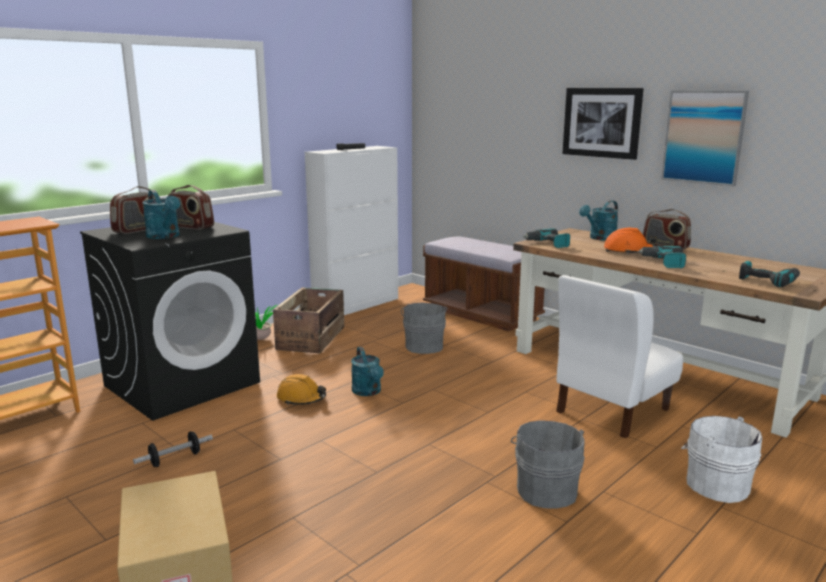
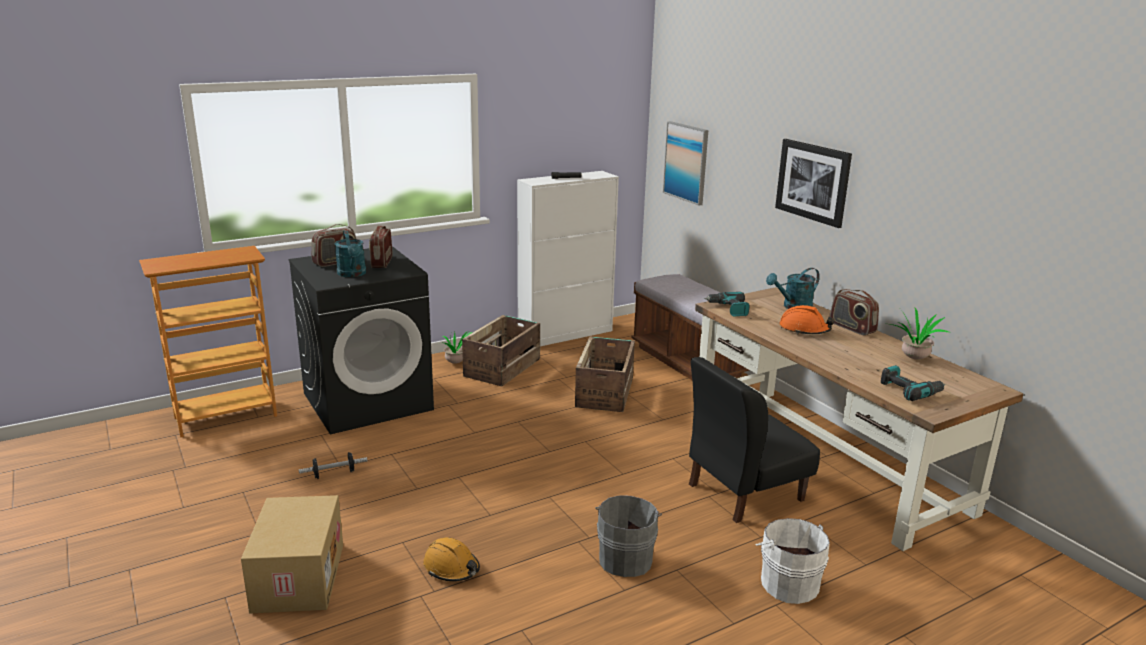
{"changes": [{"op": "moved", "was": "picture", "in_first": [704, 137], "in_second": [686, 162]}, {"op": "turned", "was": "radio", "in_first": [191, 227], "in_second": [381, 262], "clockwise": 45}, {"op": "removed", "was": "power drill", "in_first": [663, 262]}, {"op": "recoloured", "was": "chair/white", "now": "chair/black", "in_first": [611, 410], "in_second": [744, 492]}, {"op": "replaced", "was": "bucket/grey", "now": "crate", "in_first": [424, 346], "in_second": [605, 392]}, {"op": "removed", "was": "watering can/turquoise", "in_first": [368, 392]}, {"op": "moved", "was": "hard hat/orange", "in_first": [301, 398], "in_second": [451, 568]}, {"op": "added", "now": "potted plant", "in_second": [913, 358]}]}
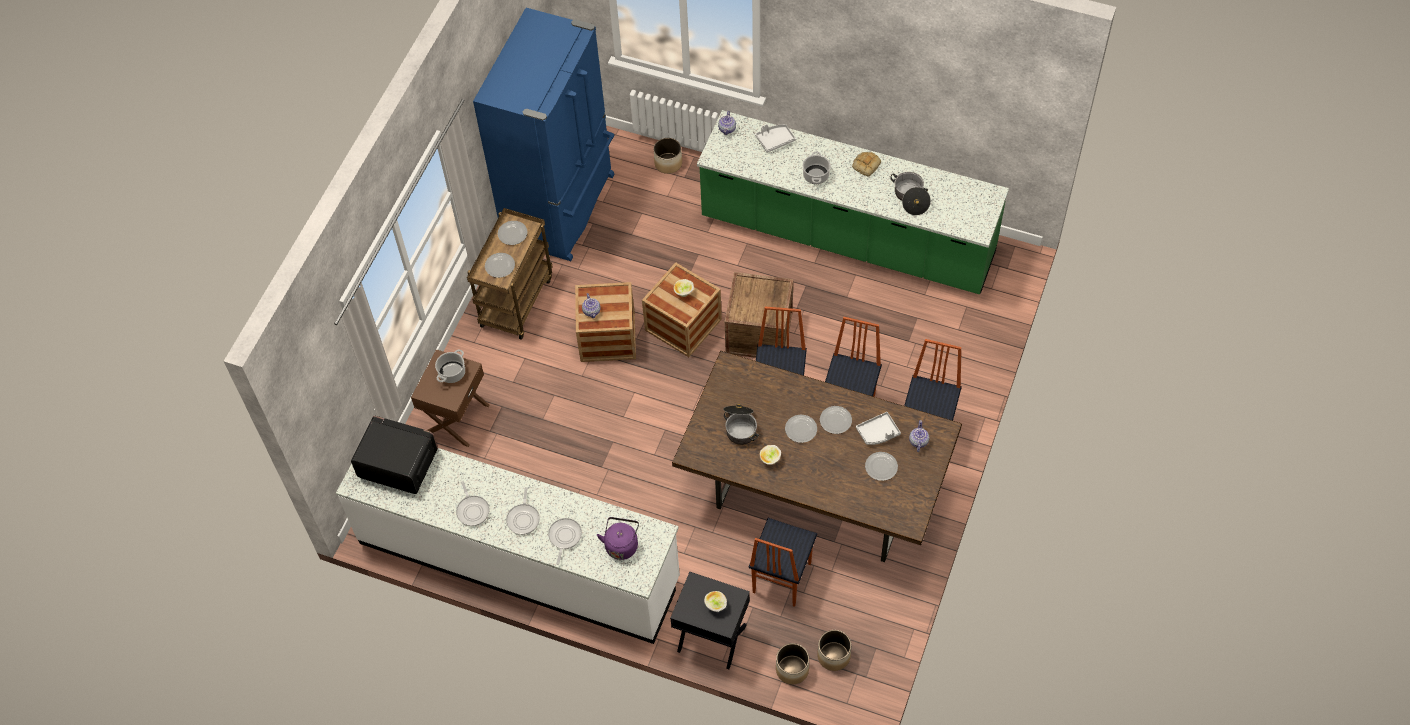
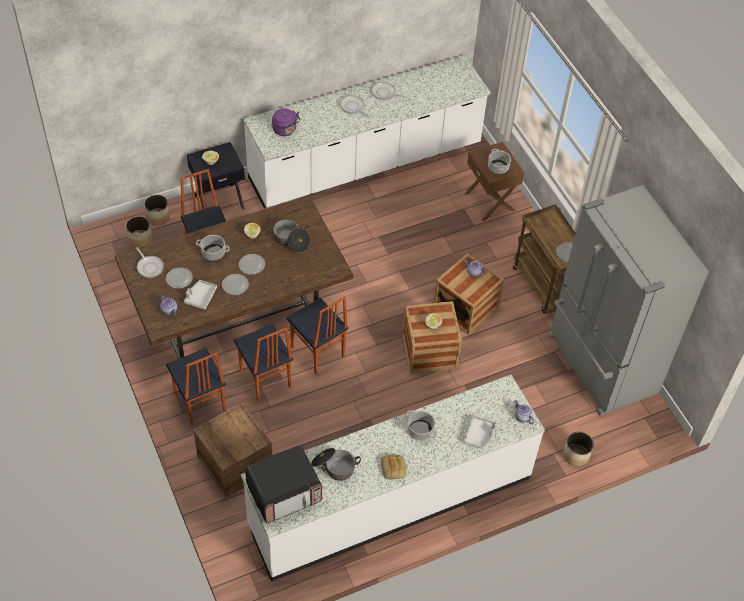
{"changes": [{"op": "recoloured", "was": "fridge/blue", "now": "fridge/grey", "in_first": [562, 208], "in_second": [599, 365]}, {"op": "recoloured", "was": "counter/green", "now": "counter/white", "in_first": [847, 237], "in_second": [390, 501]}, {"op": "removed", "was": "plate", "in_first": [499, 265]}, {"op": "moved", "was": "crate", "in_first": [759, 332], "in_second": [235, 463]}, {"op": "moved", "was": "microwave", "in_first": [397, 464], "in_second": [284, 493]}, {"op": "moved", "was": "frying pan", "in_first": [564, 537], "in_second": [149, 266]}, {"op": "added", "now": "cooking pot", "in_second": [213, 253]}]}
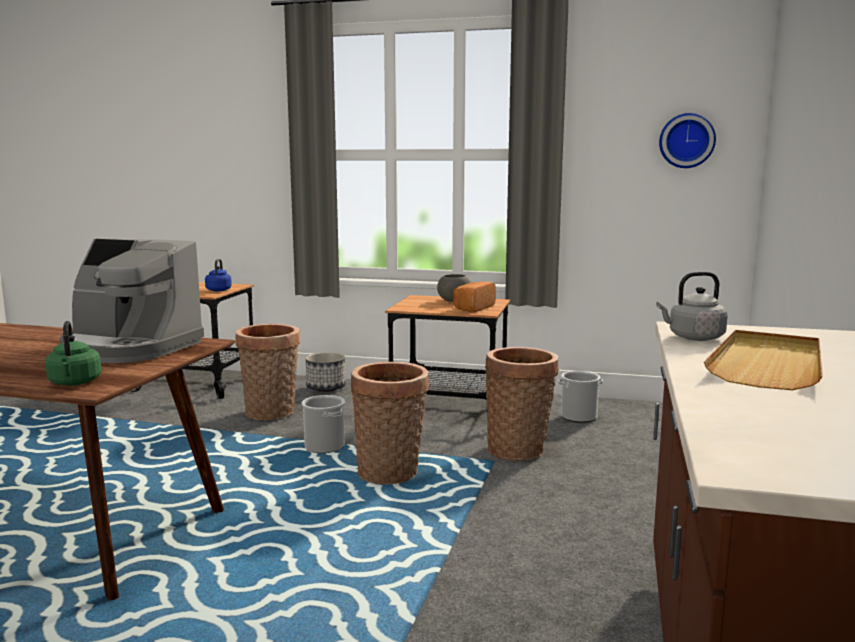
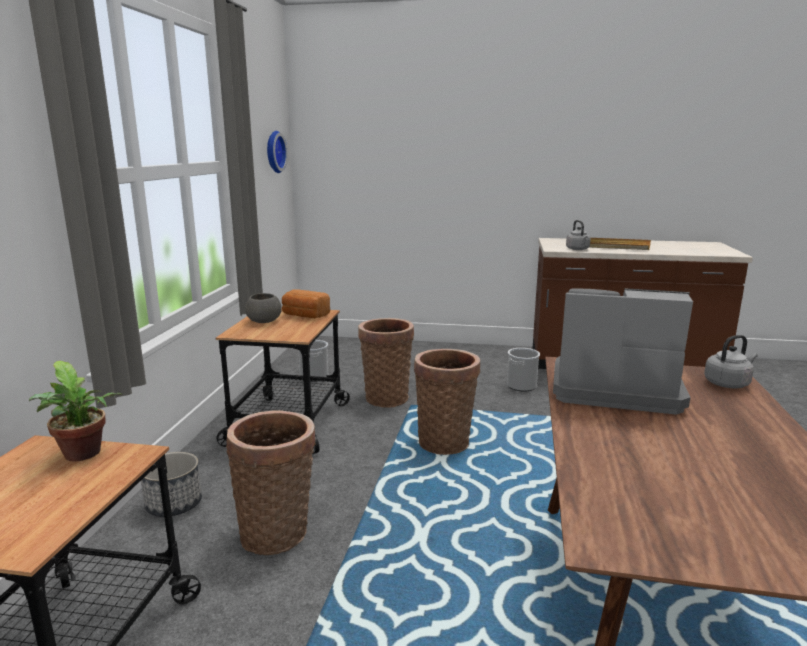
{"changes": [{"op": "turned", "was": "coffee machine", "in_first": [130, 348], "in_second": [612, 388], "clockwise": -90}, {"op": "replaced", "was": "kettle/blue", "now": "potted plant", "in_first": [219, 290], "in_second": [83, 455]}, {"op": "recoloured", "was": "kettle/green", "now": "kettle/grey", "in_first": [74, 383], "in_second": [728, 383]}, {"op": "moved", "was": "bucket", "in_first": [324, 447], "in_second": [521, 386]}]}
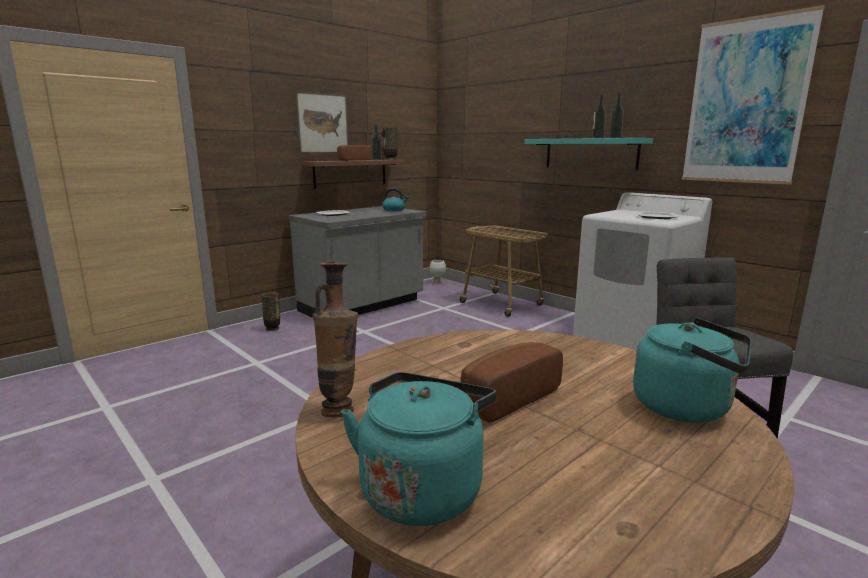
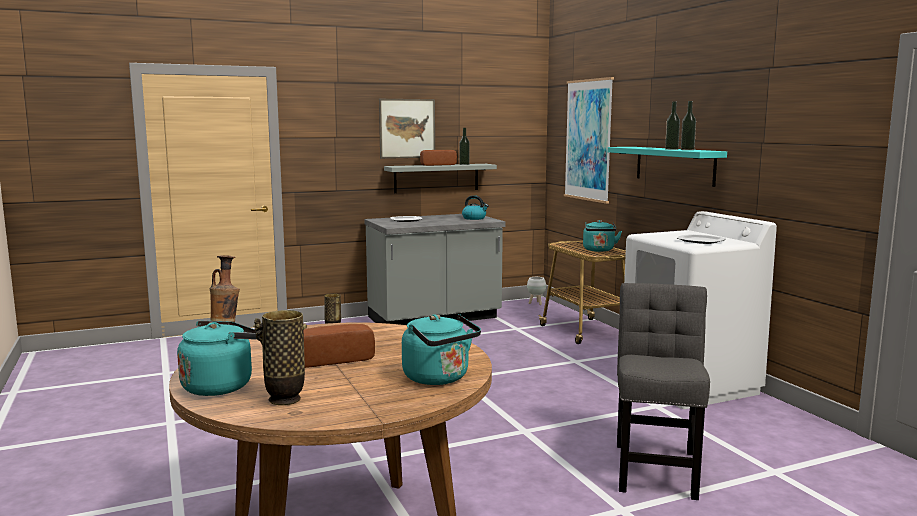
{"changes": [{"op": "moved", "was": "picture", "in_first": [746, 102], "in_second": [588, 140]}, {"op": "moved", "was": "vase", "in_first": [390, 159], "in_second": [284, 399]}, {"op": "recoloured", "was": "shelf/brown", "now": "shelf/grey", "in_first": [350, 173], "in_second": [436, 178]}, {"op": "added", "now": "kettle/turquoise", "in_second": [599, 250]}]}
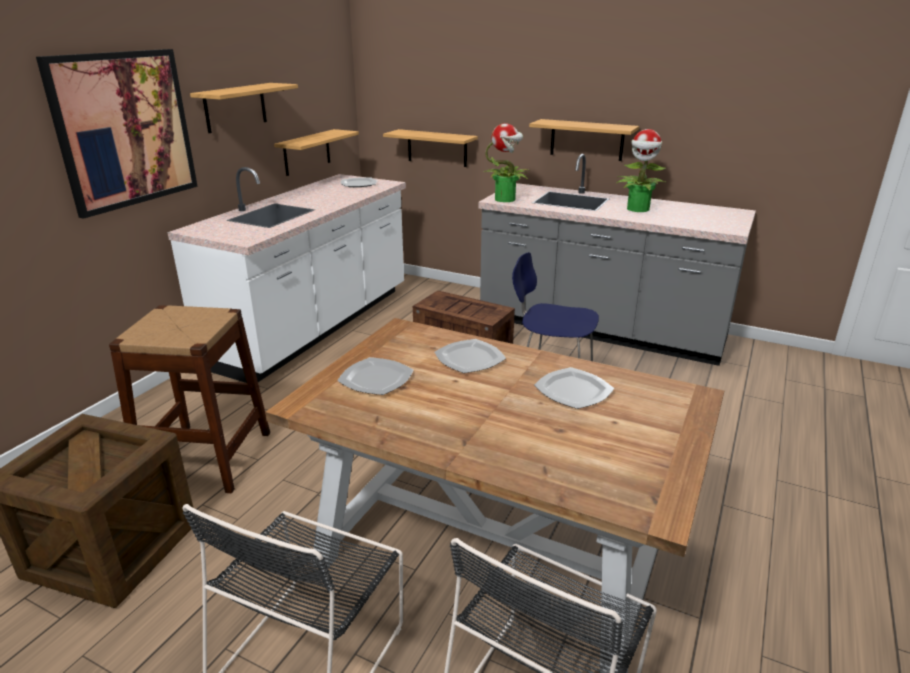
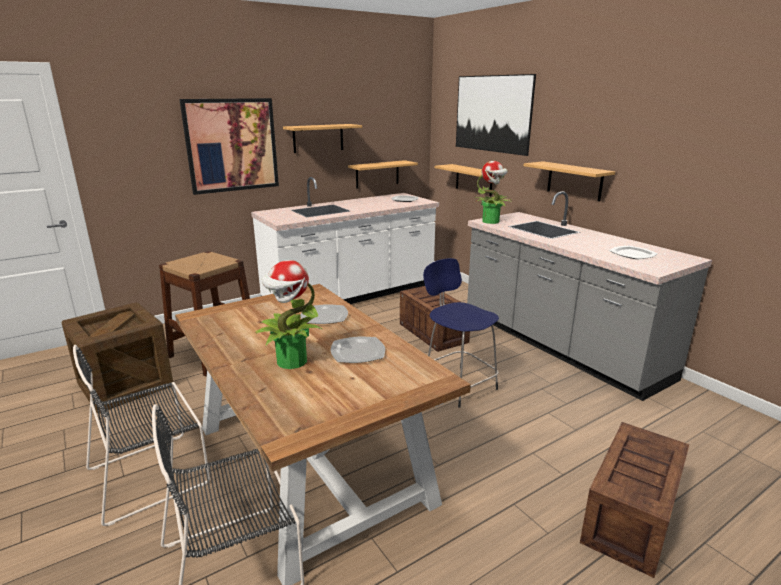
{"changes": [{"op": "moved", "was": "potted plant", "in_first": [638, 209], "in_second": [291, 362]}, {"op": "moved", "was": "plate", "in_first": [376, 378], "in_second": [632, 254]}, {"op": "added", "now": "picture", "in_second": [492, 114]}, {"op": "added", "now": "crate", "in_second": [630, 518]}]}
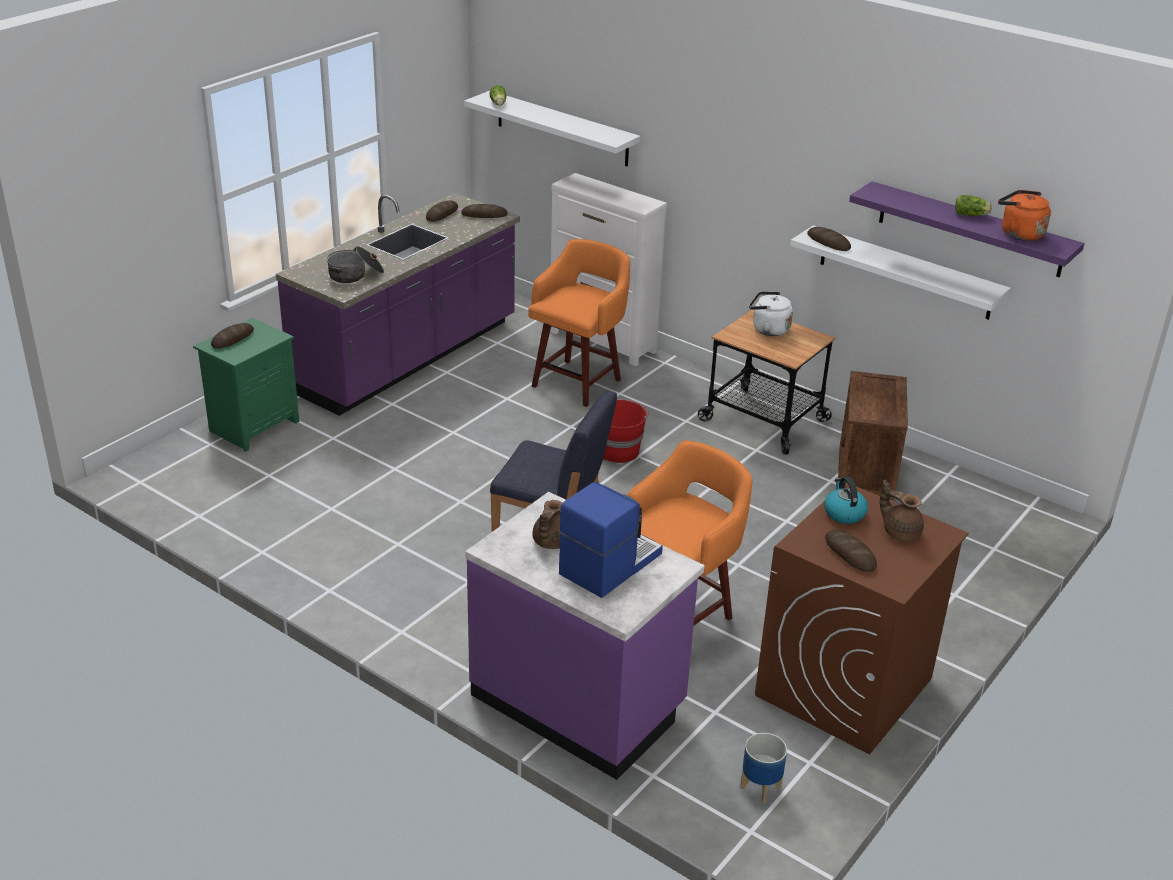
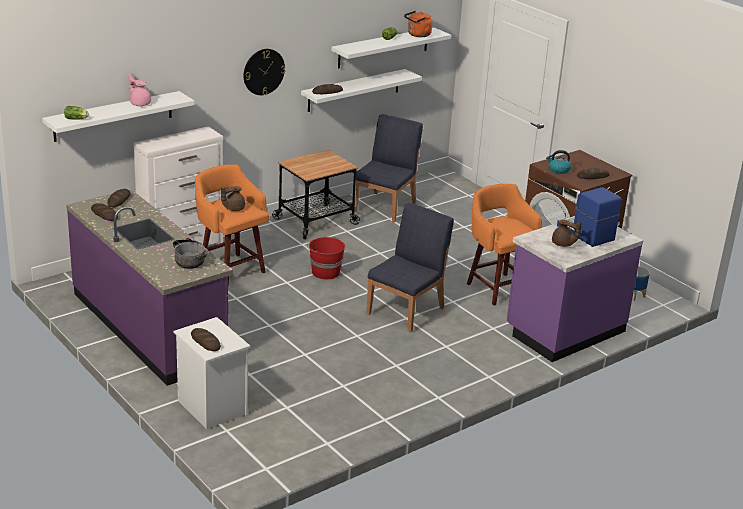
{"changes": [{"op": "recoloured", "was": "shelf/purple", "now": "shelf/white", "in_first": [970, 229], "in_second": [383, 48]}, {"op": "removed", "was": "kettle/white", "in_first": [768, 329]}, {"op": "recoloured", "was": "nightstand/green", "now": "nightstand/white", "in_first": [254, 426], "in_second": [210, 407]}, {"op": "replaced", "was": "crate", "now": "chair/blue", "in_first": [867, 472], "in_second": [385, 207]}, {"op": "moved", "was": "teapot/brown", "in_first": [900, 531], "in_second": [233, 208]}, {"op": "added", "now": "wall clock", "in_second": [263, 71]}, {"op": "added", "now": "teapot/pink", "in_second": [140, 103]}]}
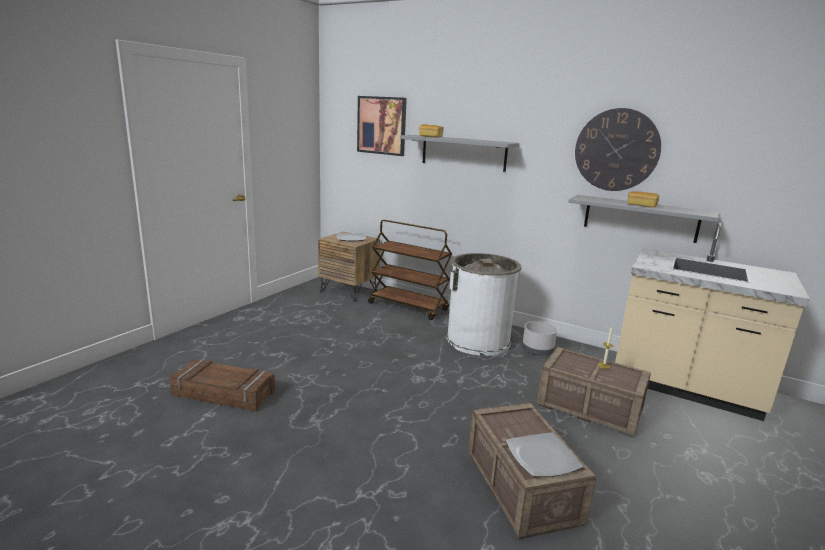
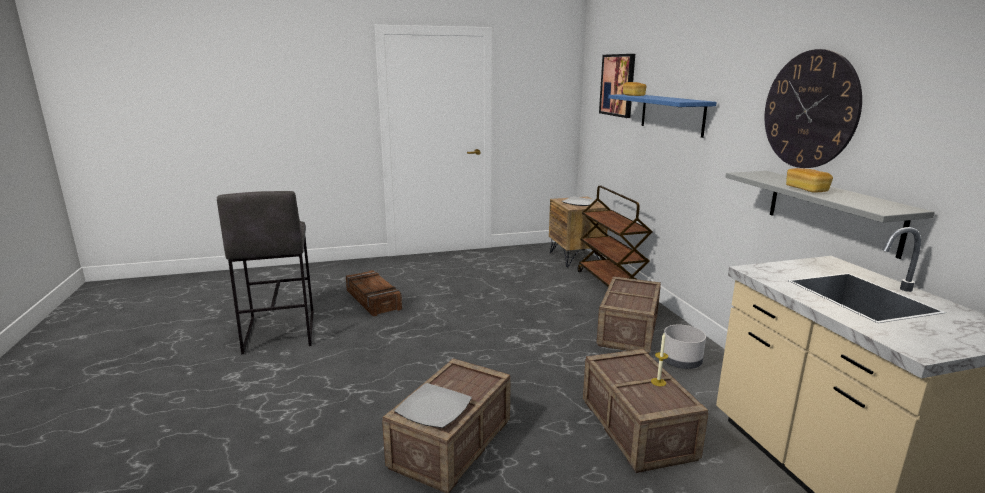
{"changes": [{"op": "recoloured", "was": "shelf/grey", "now": "shelf/blue", "in_first": [463, 153], "in_second": [671, 114]}, {"op": "replaced", "was": "trash can/white", "now": "crate", "in_first": [478, 340], "in_second": [629, 331]}, {"op": "added", "now": "stool/grey", "in_second": [279, 332]}]}
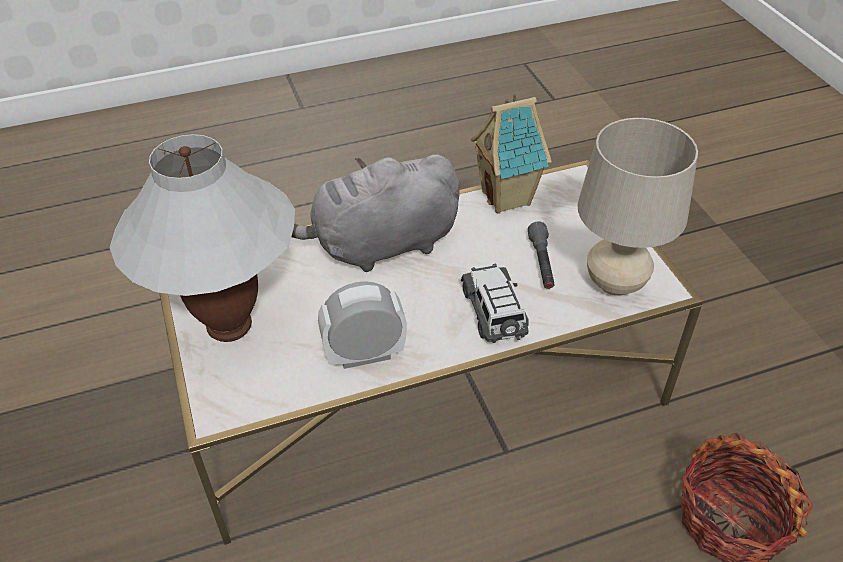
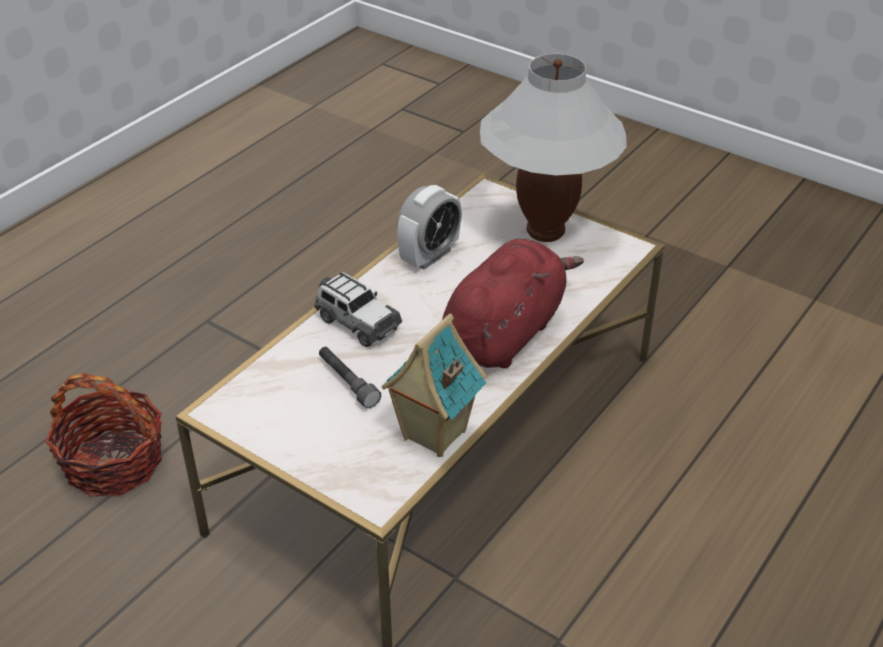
{"changes": [{"op": "removed", "was": "table lamp/beige", "in_first": [615, 283]}, {"op": "recoloured", "was": "plush toy/grey", "now": "plush toy/red", "in_first": [380, 246], "in_second": [505, 333]}]}
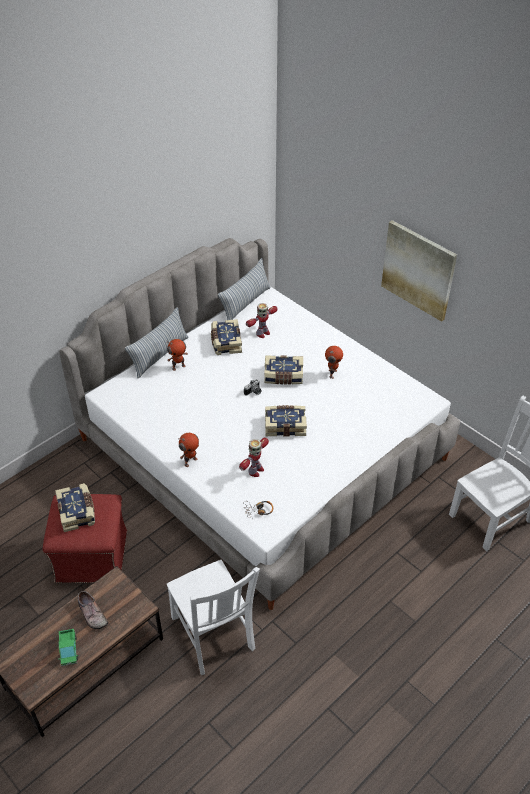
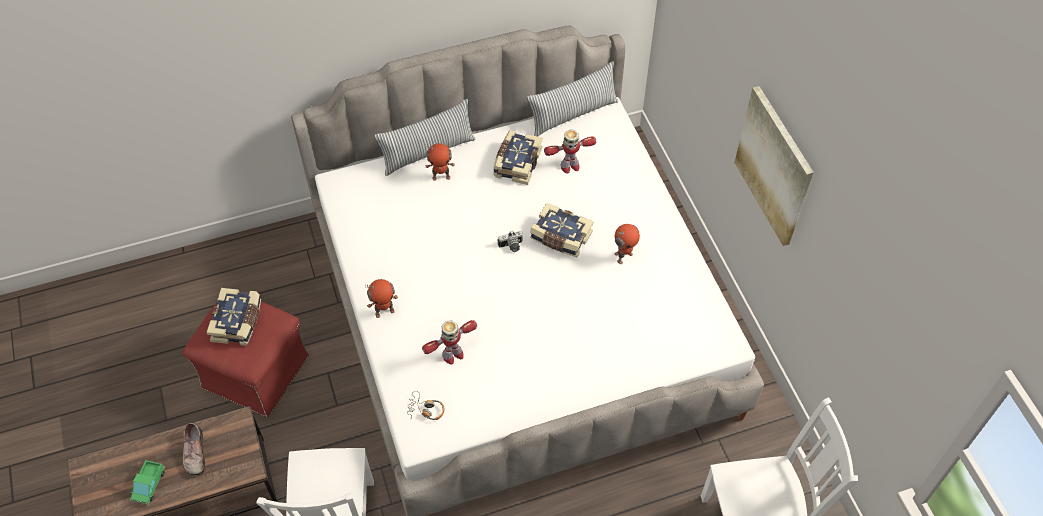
{"changes": [{"op": "removed", "was": "book", "in_first": [285, 425]}]}
